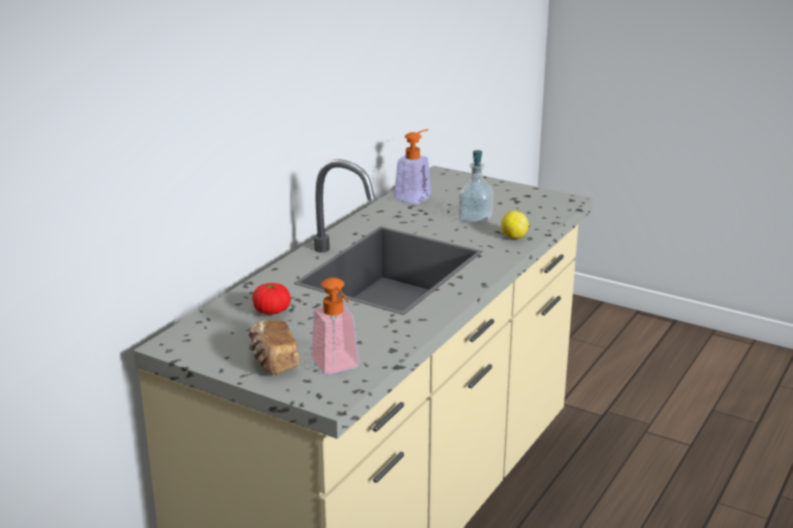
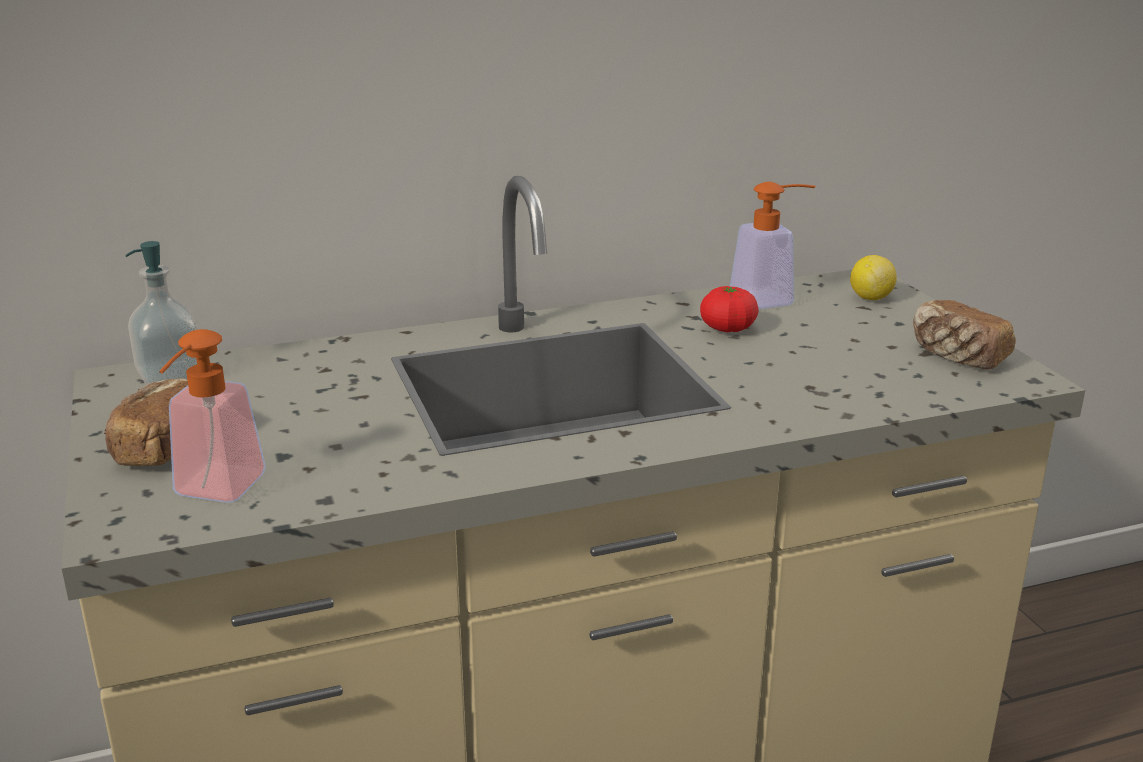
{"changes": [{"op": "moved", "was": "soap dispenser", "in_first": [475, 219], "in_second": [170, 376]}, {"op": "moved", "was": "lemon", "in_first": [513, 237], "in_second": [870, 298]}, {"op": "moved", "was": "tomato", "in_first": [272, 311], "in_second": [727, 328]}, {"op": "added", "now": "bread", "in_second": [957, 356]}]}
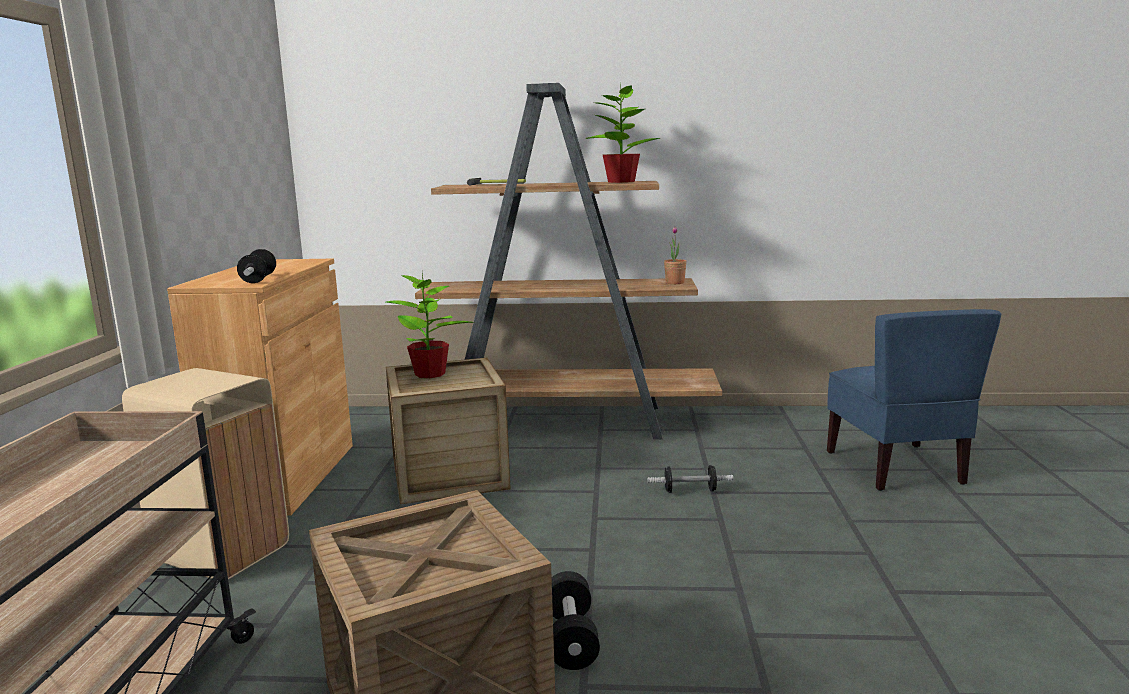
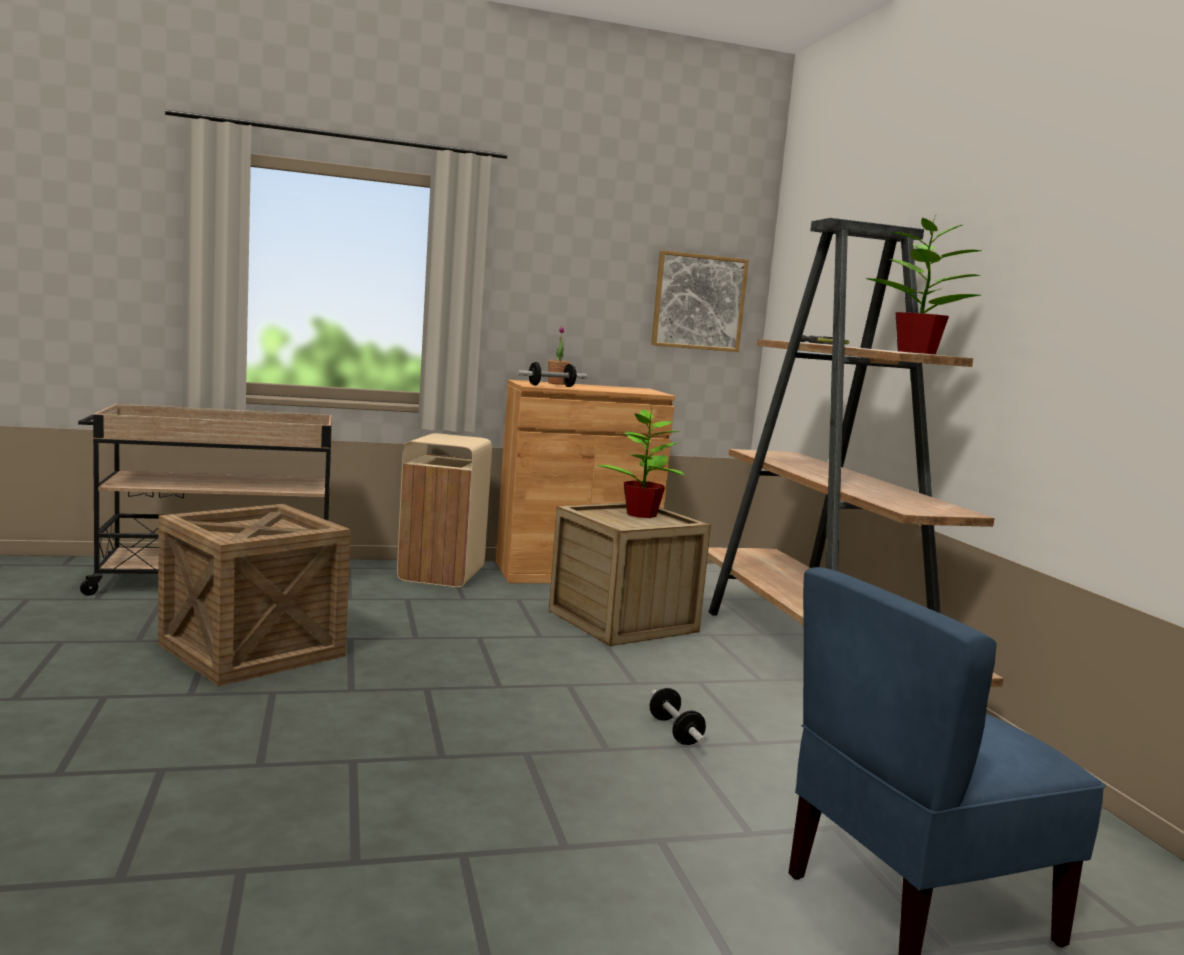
{"changes": [{"op": "moved", "was": "potted plant", "in_first": [675, 283], "in_second": [557, 383]}, {"op": "removed", "was": "dumbbell/black", "in_first": [571, 638]}, {"op": "added", "now": "picture", "in_second": [698, 302]}]}
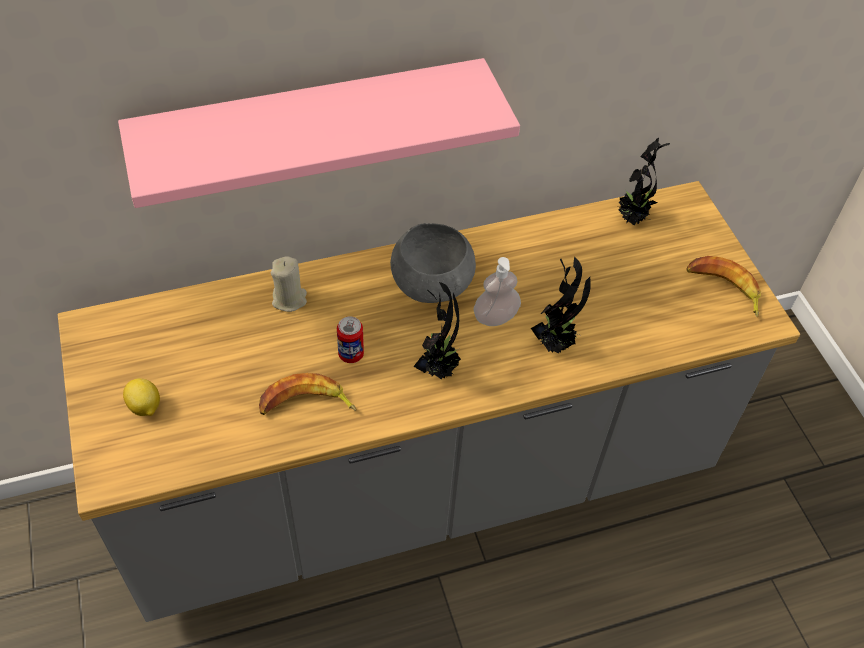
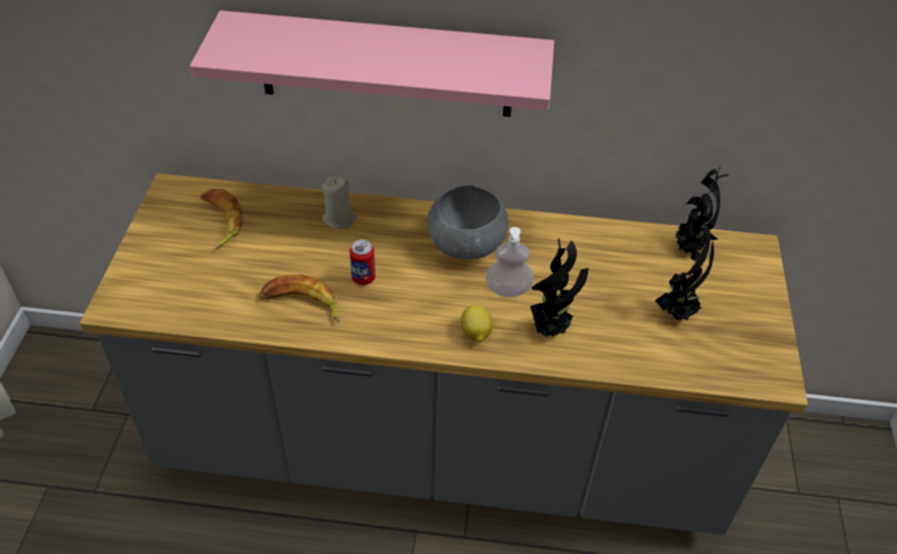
{"changes": [{"op": "moved", "was": "banana", "in_first": [724, 288], "in_second": [220, 221]}, {"op": "moved", "was": "potted plant", "in_first": [438, 368], "in_second": [678, 312]}, {"op": "moved", "was": "lemon", "in_first": [145, 407], "in_second": [475, 334]}]}
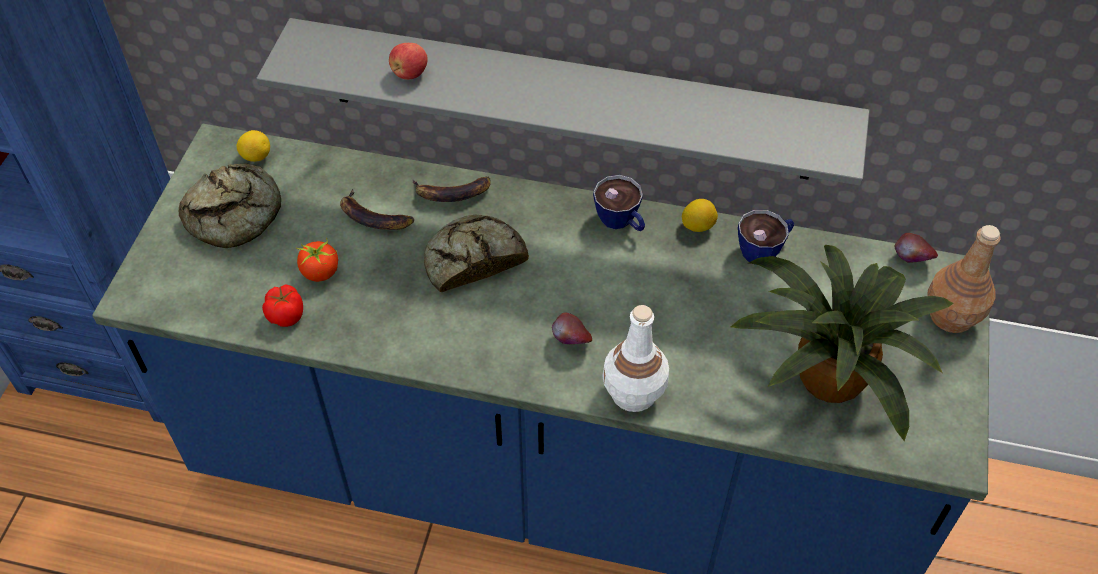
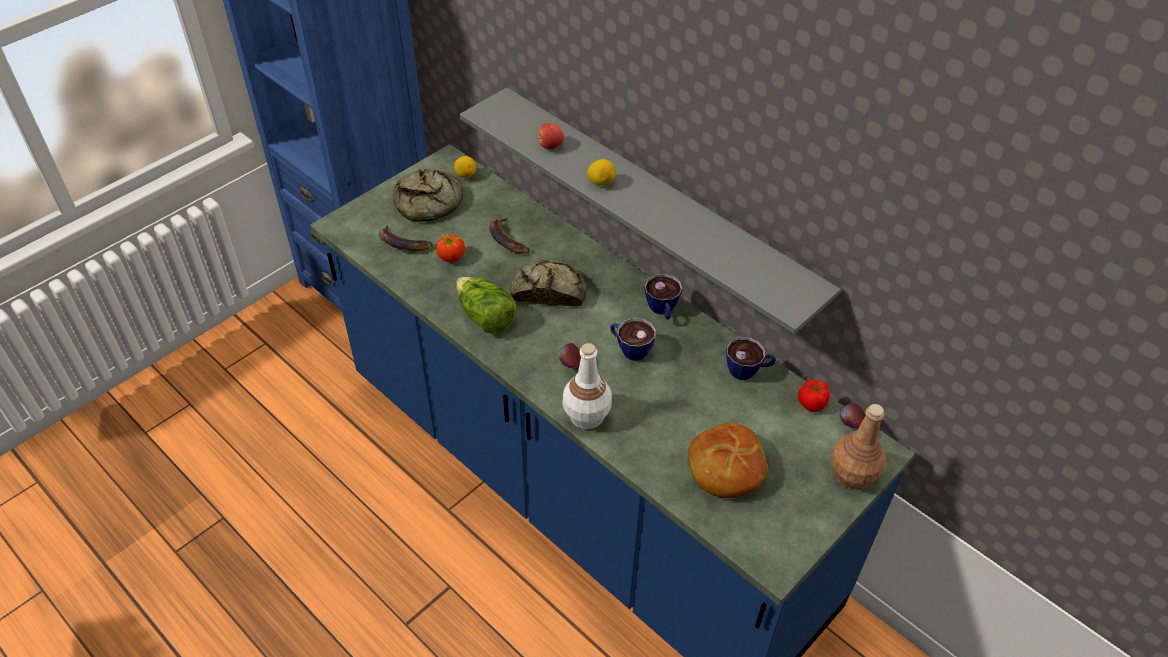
{"changes": [{"op": "moved", "was": "banana", "in_first": [451, 193], "in_second": [403, 243]}, {"op": "moved", "was": "lemon", "in_first": [698, 226], "in_second": [601, 182]}, {"op": "replaced", "was": "potted plant", "now": "bread", "in_first": [824, 375], "in_second": [725, 468]}, {"op": "moved", "was": "tomato", "in_first": [286, 314], "in_second": [812, 403]}, {"op": "added", "now": "lettuce", "in_second": [485, 317]}, {"op": "added", "now": "cup", "in_second": [629, 348]}]}
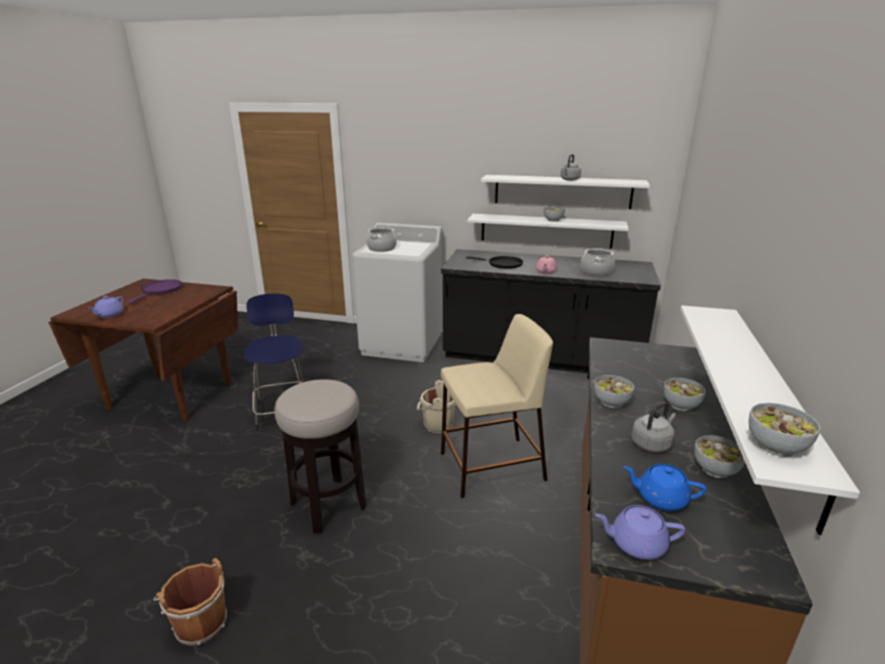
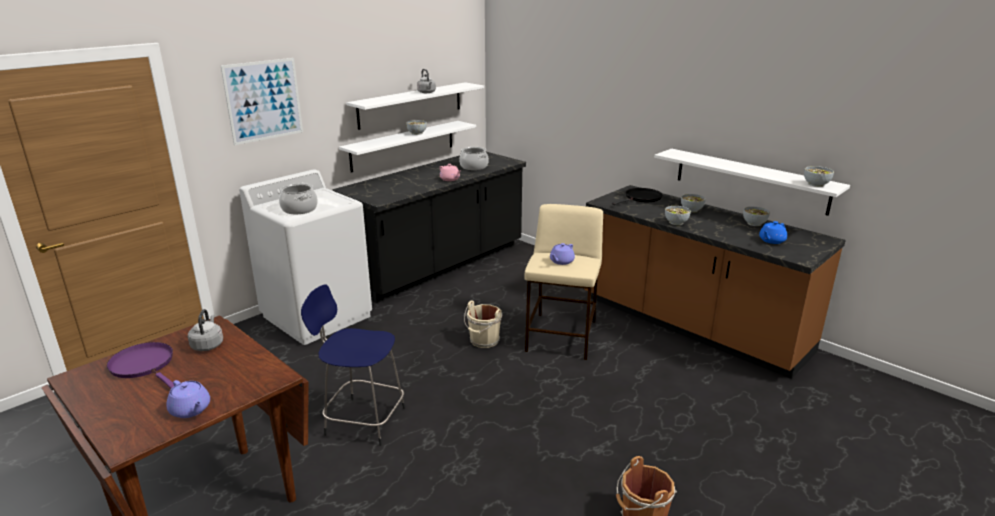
{"changes": [{"op": "moved", "was": "frying pan/black", "in_first": [502, 264], "in_second": [641, 198]}, {"op": "removed", "was": "stool", "in_first": [328, 505]}, {"op": "moved", "was": "kettle/grey", "in_first": [652, 443], "in_second": [208, 345]}, {"op": "moved", "was": "teapot/purple", "in_first": [636, 544], "in_second": [561, 261]}, {"op": "added", "now": "picture", "in_second": [263, 100]}]}
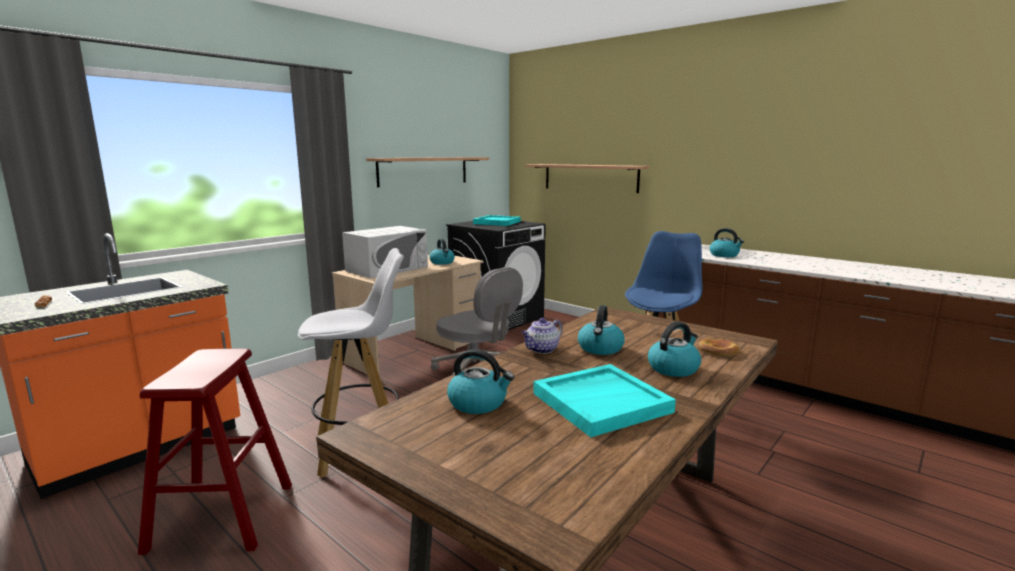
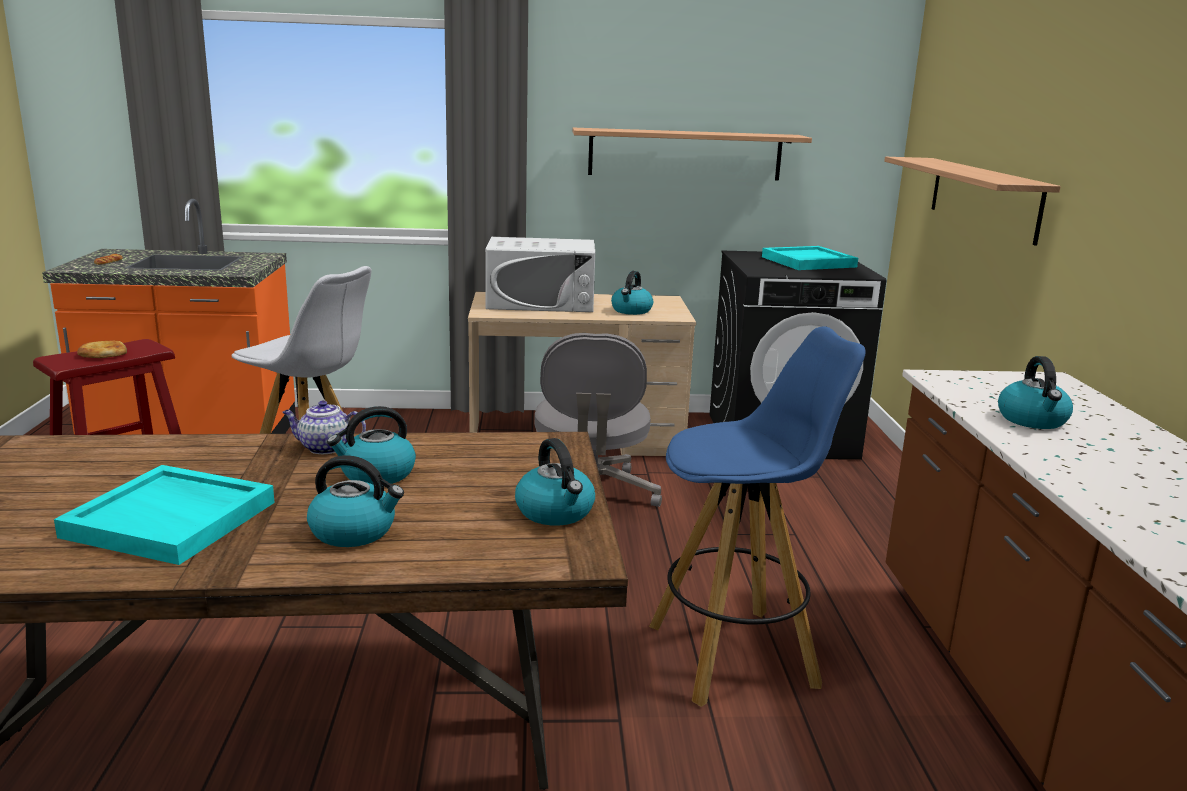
{"changes": [{"op": "moved", "was": "bread", "in_first": [719, 350], "in_second": [103, 353]}, {"op": "moved", "was": "kettle", "in_first": [478, 403], "in_second": [556, 512]}]}
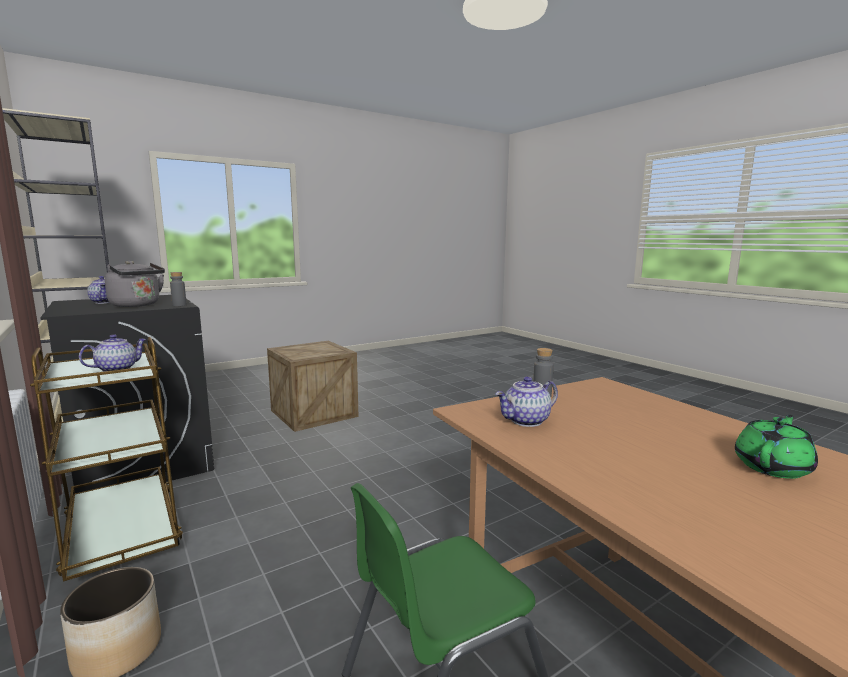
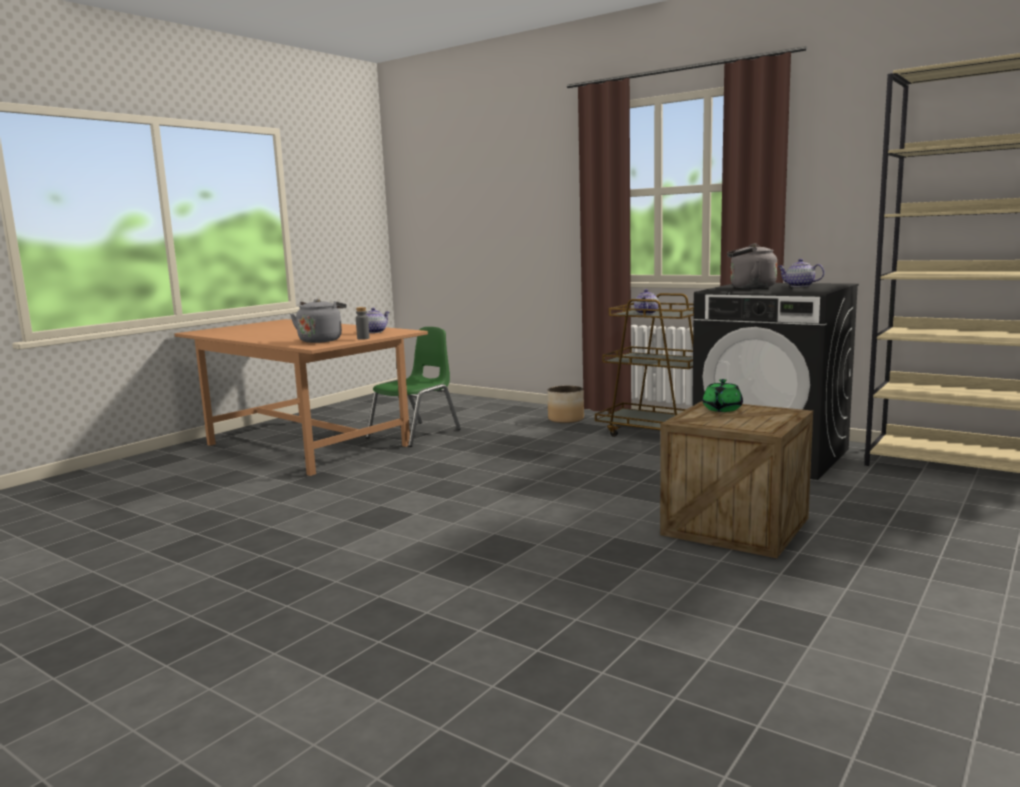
{"changes": [{"op": "removed", "was": "bottle/grey", "in_first": [179, 305]}, {"op": "moved", "was": "teapot/green", "in_first": [773, 467], "in_second": [721, 409]}, {"op": "added", "now": "kettle/grey", "in_second": [321, 340]}]}
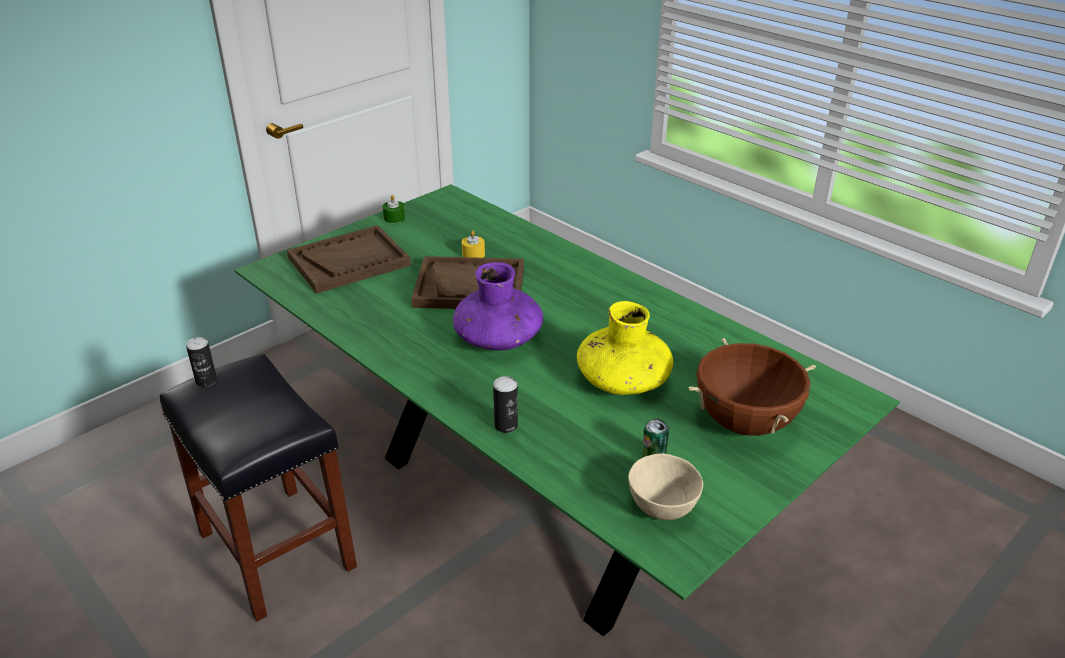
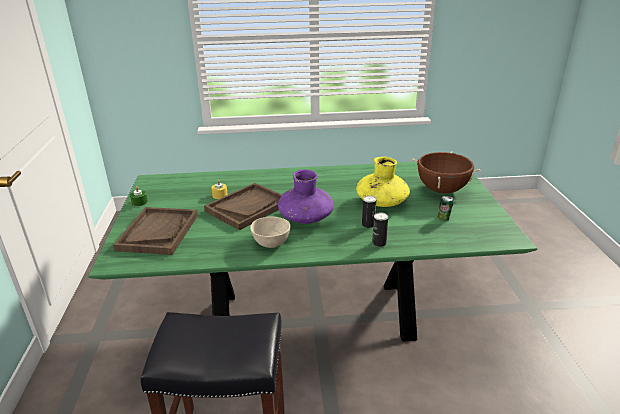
{"changes": [{"op": "moved", "was": "can", "in_first": [206, 381], "in_second": [368, 224]}, {"op": "moved", "was": "bowl/beige", "in_first": [662, 507], "in_second": [270, 243]}]}
